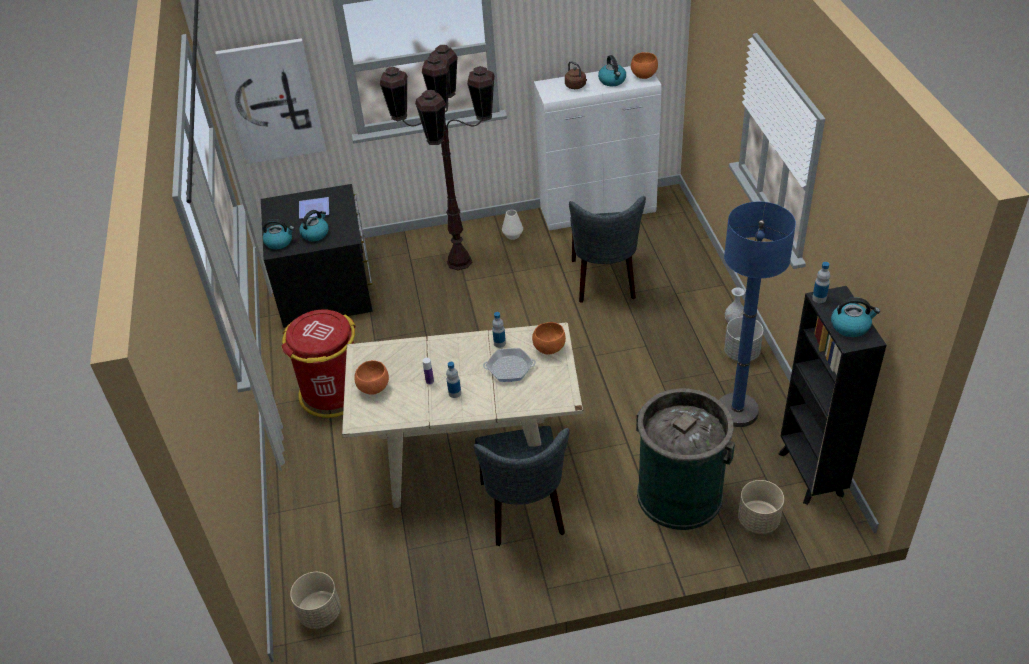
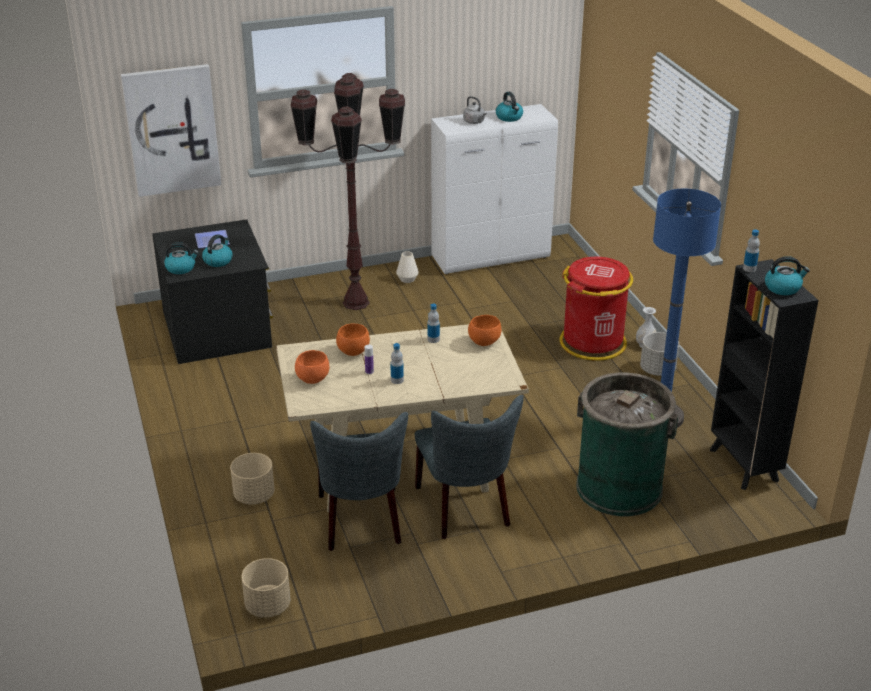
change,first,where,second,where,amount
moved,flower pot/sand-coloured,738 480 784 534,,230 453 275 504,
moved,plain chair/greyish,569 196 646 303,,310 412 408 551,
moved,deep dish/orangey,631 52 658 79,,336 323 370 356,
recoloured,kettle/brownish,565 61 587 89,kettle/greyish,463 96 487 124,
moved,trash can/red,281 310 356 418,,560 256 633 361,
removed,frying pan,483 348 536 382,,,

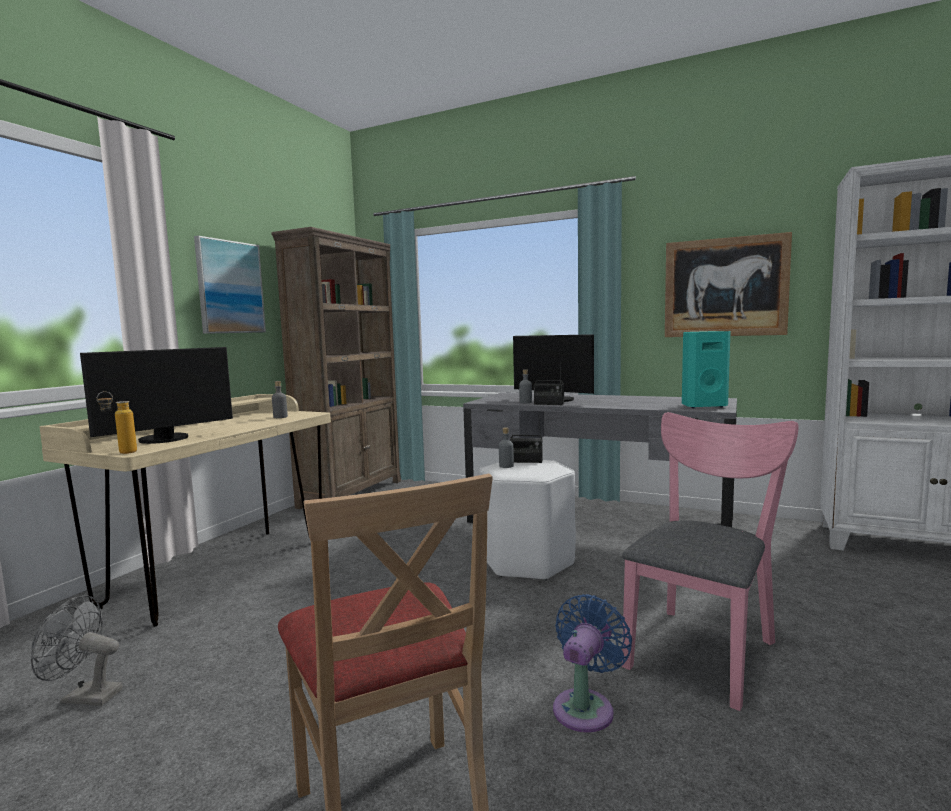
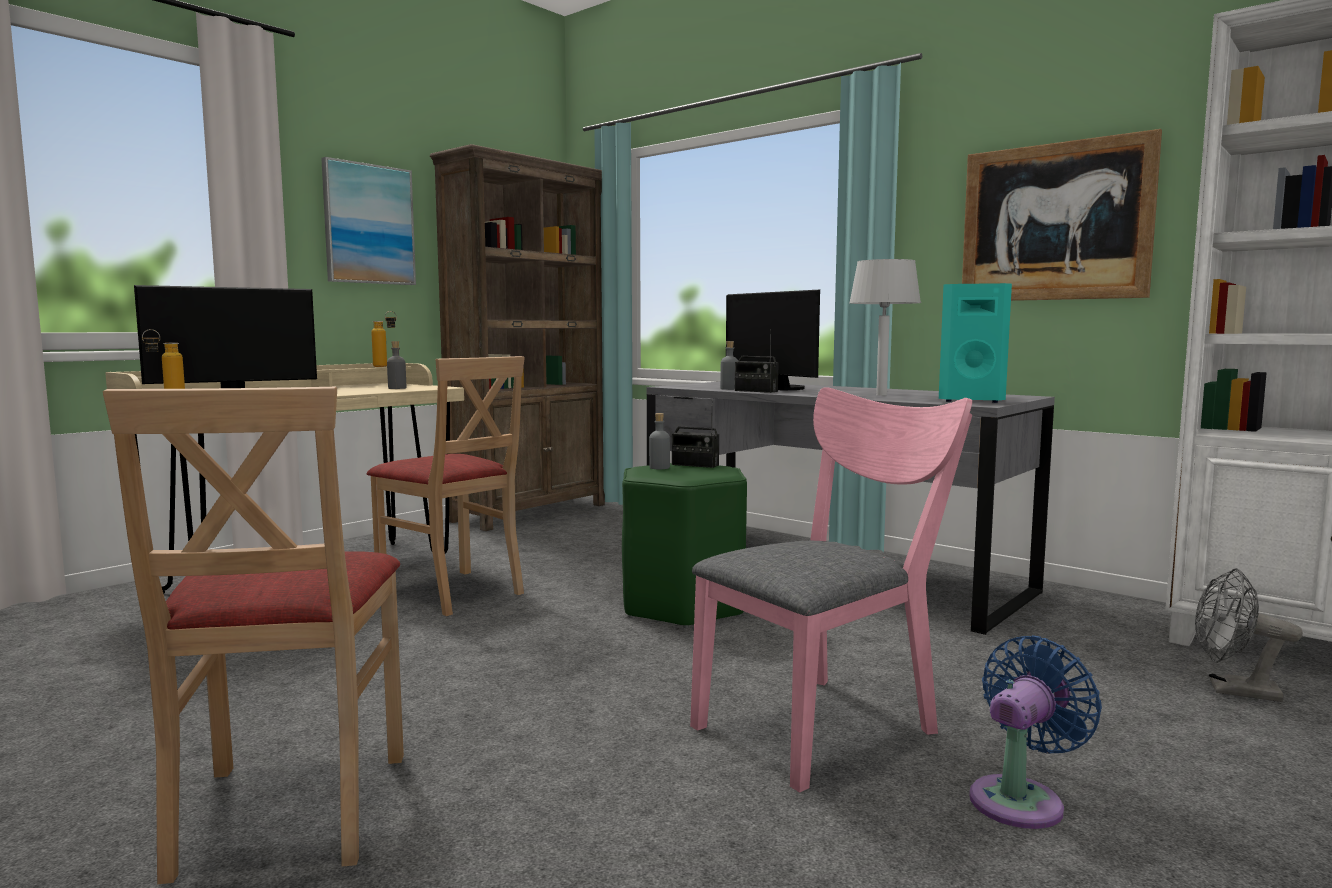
change,first,where,second,where,amount
added,,,plain chair/sand-coloured,367 356 525 616,
added,,,bottle,371 311 397 367,
recoloured,sitting stool/whitish,479 460 576 581,sitting stool/greenish,622 463 747 628,
added,,,lamp for a table/greyish,849 259 921 396,
moved,electric fan/blue,553 594 632 733,,969 635 1102 829,
moved,electric fan/greyish,31 595 123 706,,1195 568 1303 702,

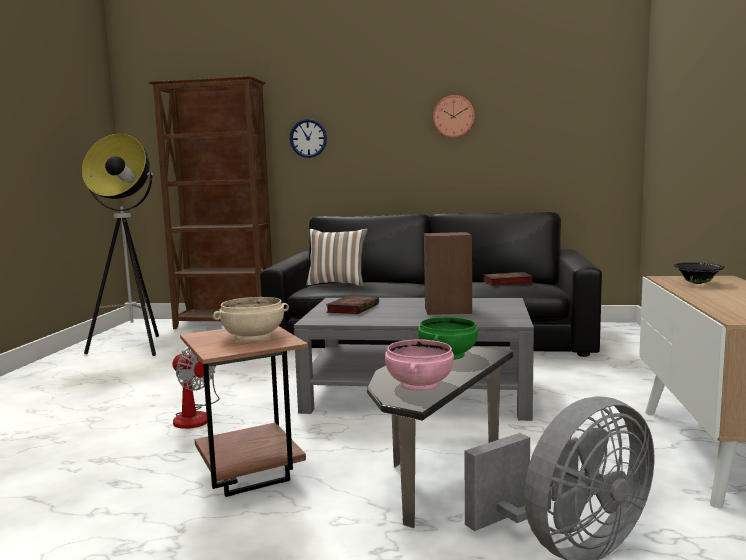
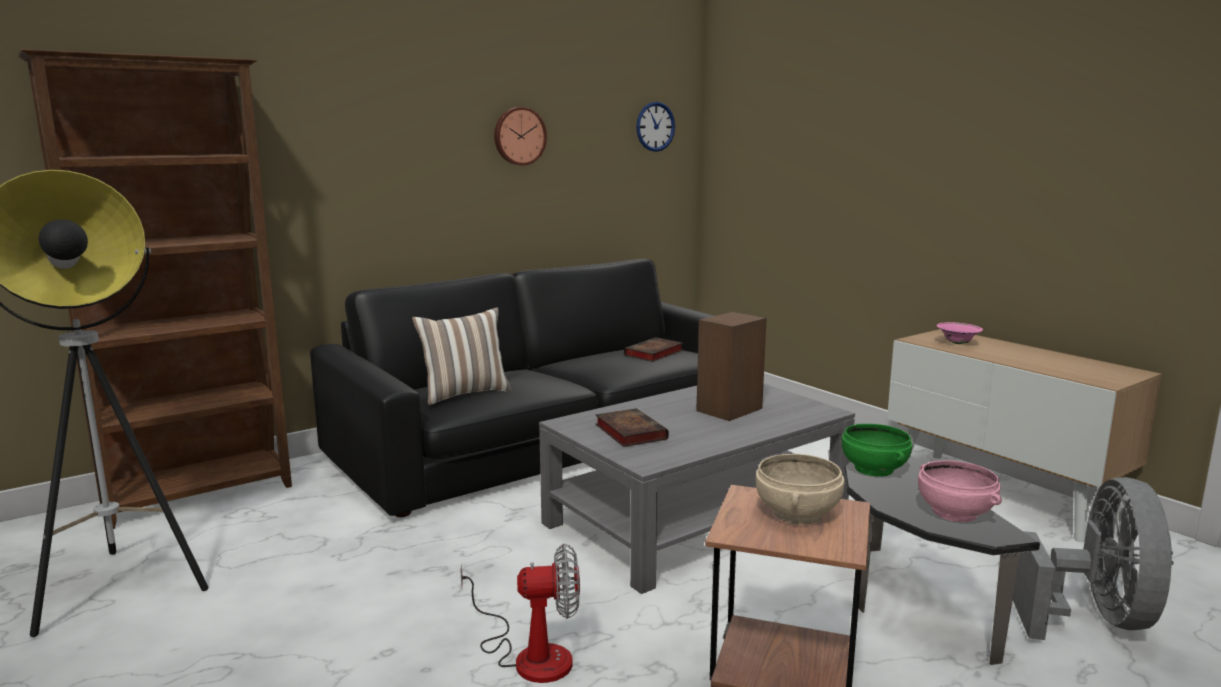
change,first,where,second,where,amount
moved,clock on the wall,290 119 327 158,,636 102 675 152,
recoloured,deep dish/black-coloured,674 262 725 284,deep dish/pink-coloured,937 322 983 344,

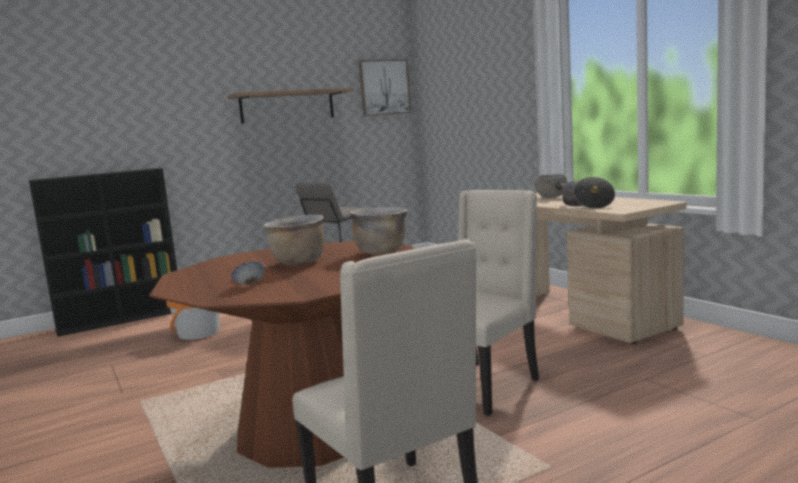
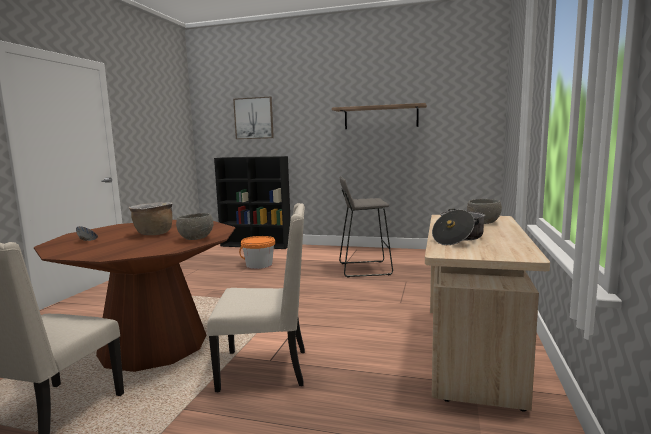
change,first,where,second,where,amount
replaced,stockpot/brownish,349 207 408 255,deep dish/greyish,176 213 214 240,
moved,picture,359 59 411 116,,233 97 274 139,

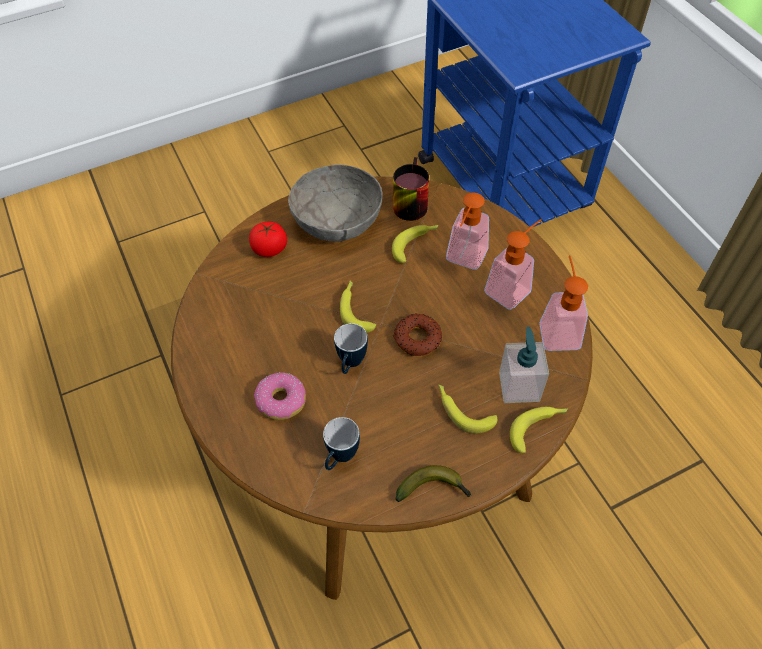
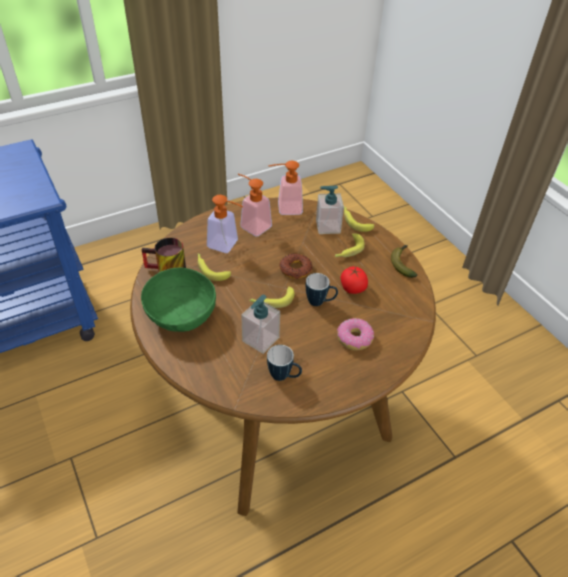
change,first,where,second,where,amount
recoloured,deep dish/greyish,288 165 383 241,deep dish/greenish,141 267 216 332,
added,,,soap bottle,241 295 280 354,
moved,tea mug,323 417 360 470,,267 345 302 381,
moved,whole tomato,249 222 287 257,,341 267 368 294,

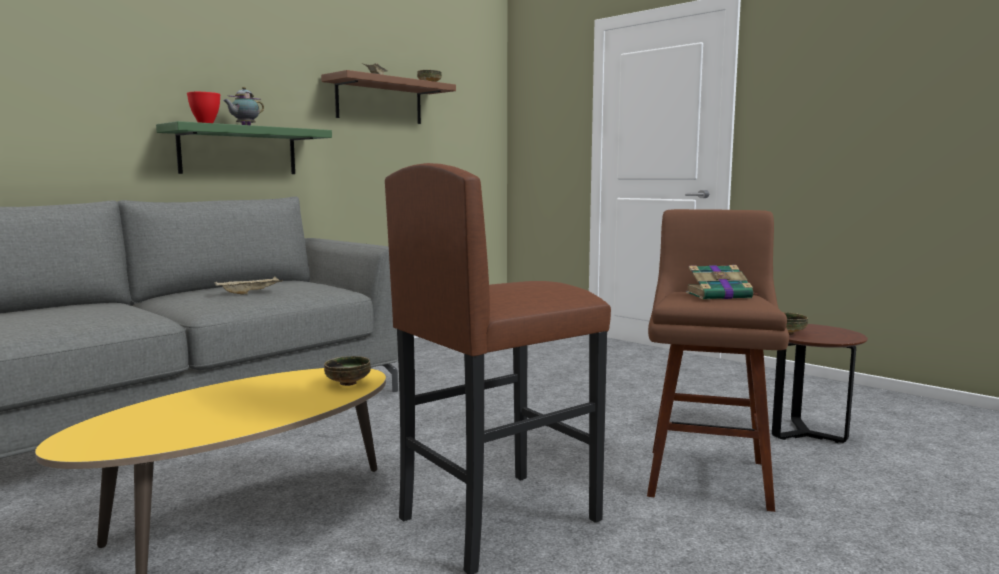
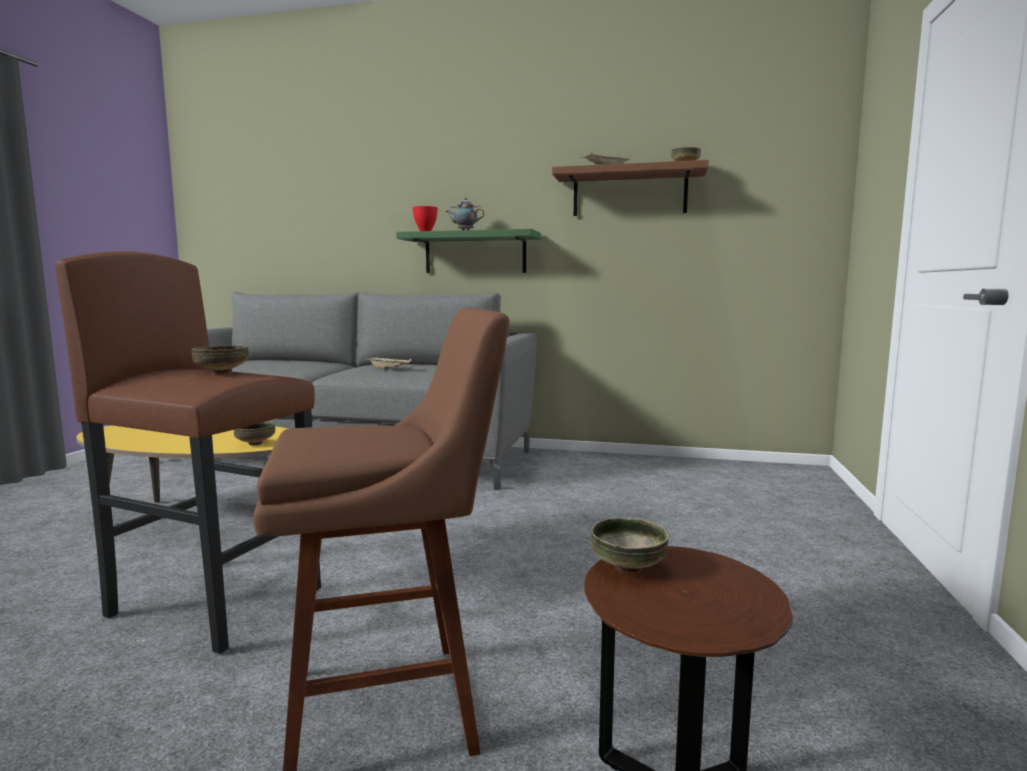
change,first,where,second,where,amount
added,,,deep dish,192 345 249 374,
removed,bound book,686 265 755 300,,,

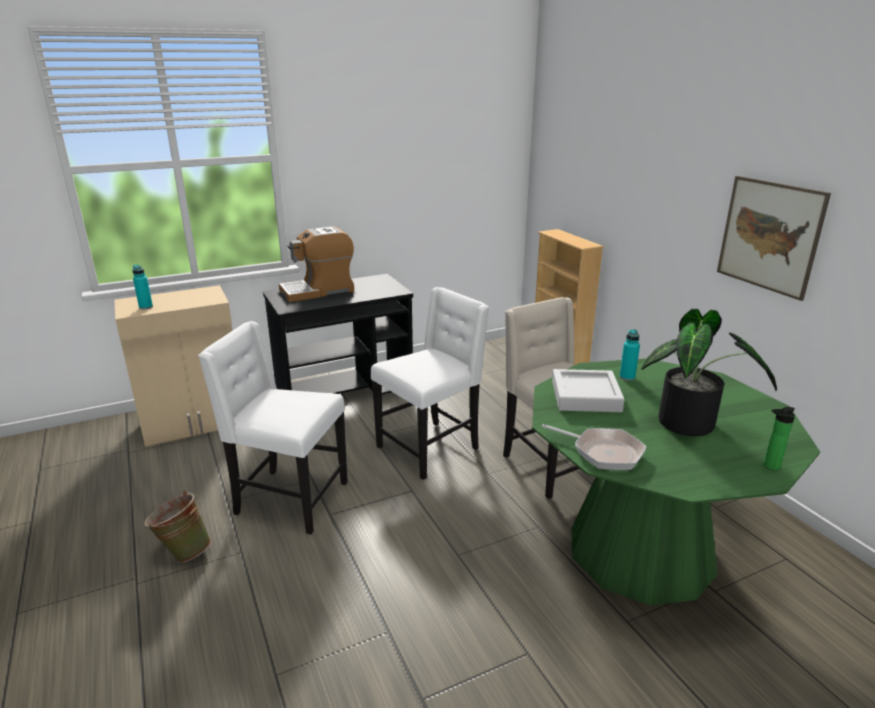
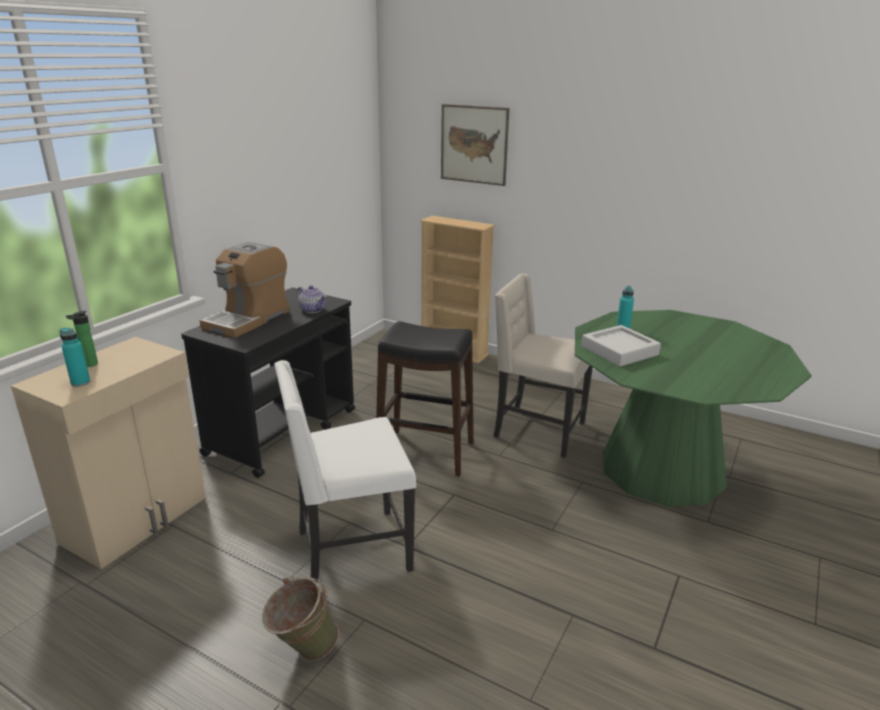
change,first,where,second,where,amount
moved,bottle,764 407 795 470,,66 311 98 367,
added,,,pot for tea,297 285 327 313,
replaced,plain chair/whitish,371 287 489 480,sitting stool/black-coloured,376 321 474 477,
moved,picture,717 176 831 301,,441 104 509 186,
removed,frying pan,542 424 646 470,,,
removed,plant in a pot,641 309 777 436,,,

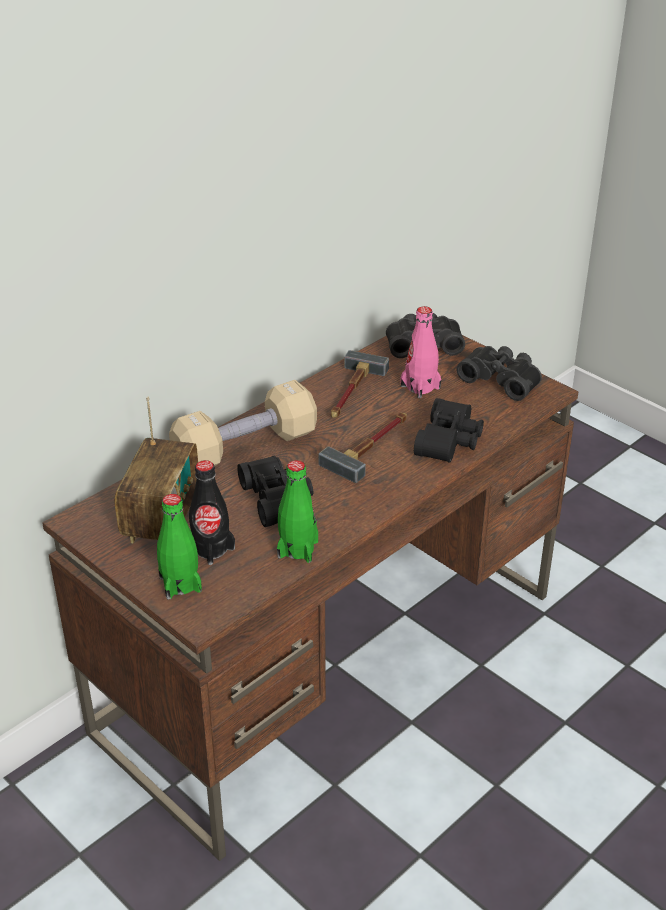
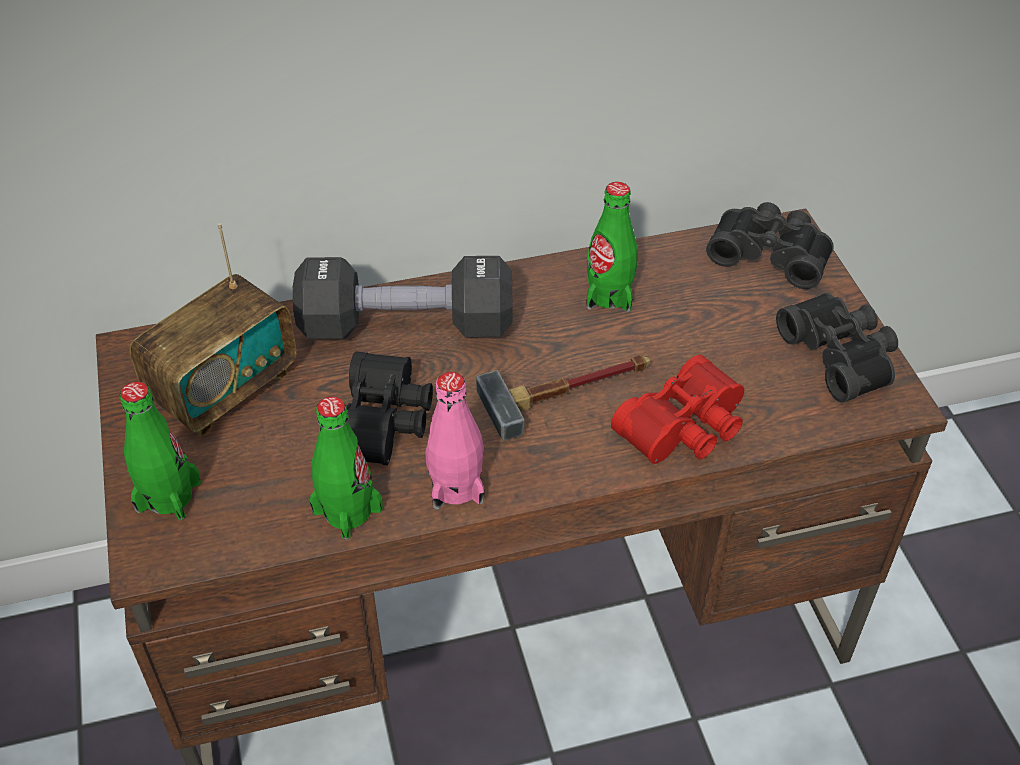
change,first,where,second,where,amount
recoloured,dumbbell/sand-coloured,169 380 317 466,dumbbell/black-coloured,293 256 512 339,
moved,bottle/pink-coloured,401 306 441 398,,425 372 484 510,
replaced,hammer,331 350 389 418,bottle/greenish,587 182 638 312,
recoloured,field glasses/black-coloured,414 398 484 463,field glasses/red,611 355 744 464,
removed,bottle/black-coloured,189 460 235 565,,,

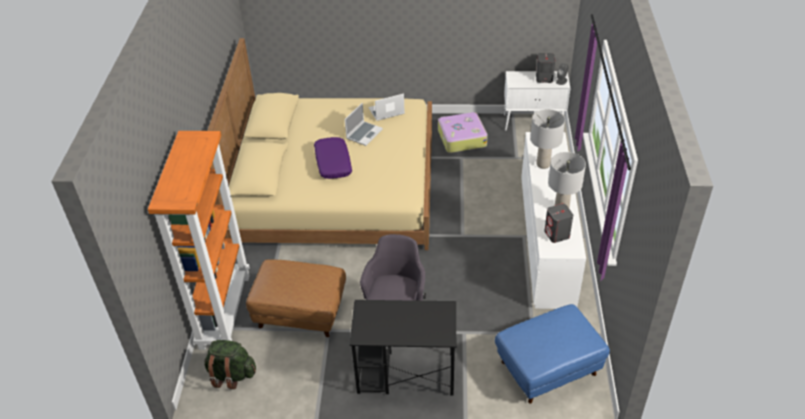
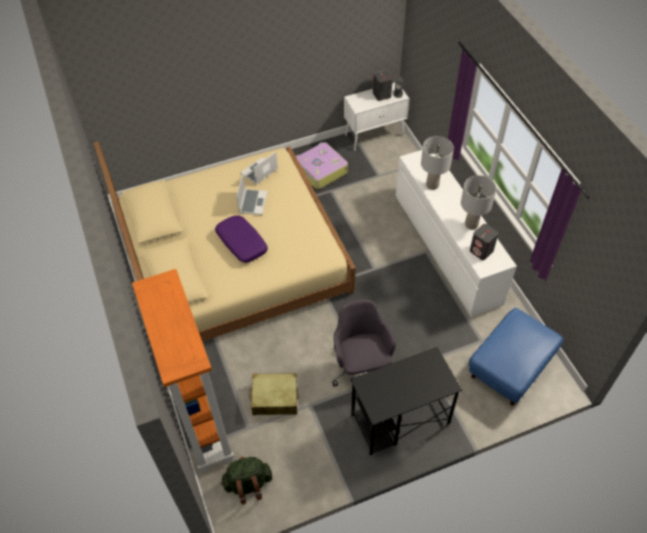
change,first,where,second,where,amount
replaced,ottoman/brownish,246 259 346 337,piece of luggage/sand-coloured,249 373 298 415,

